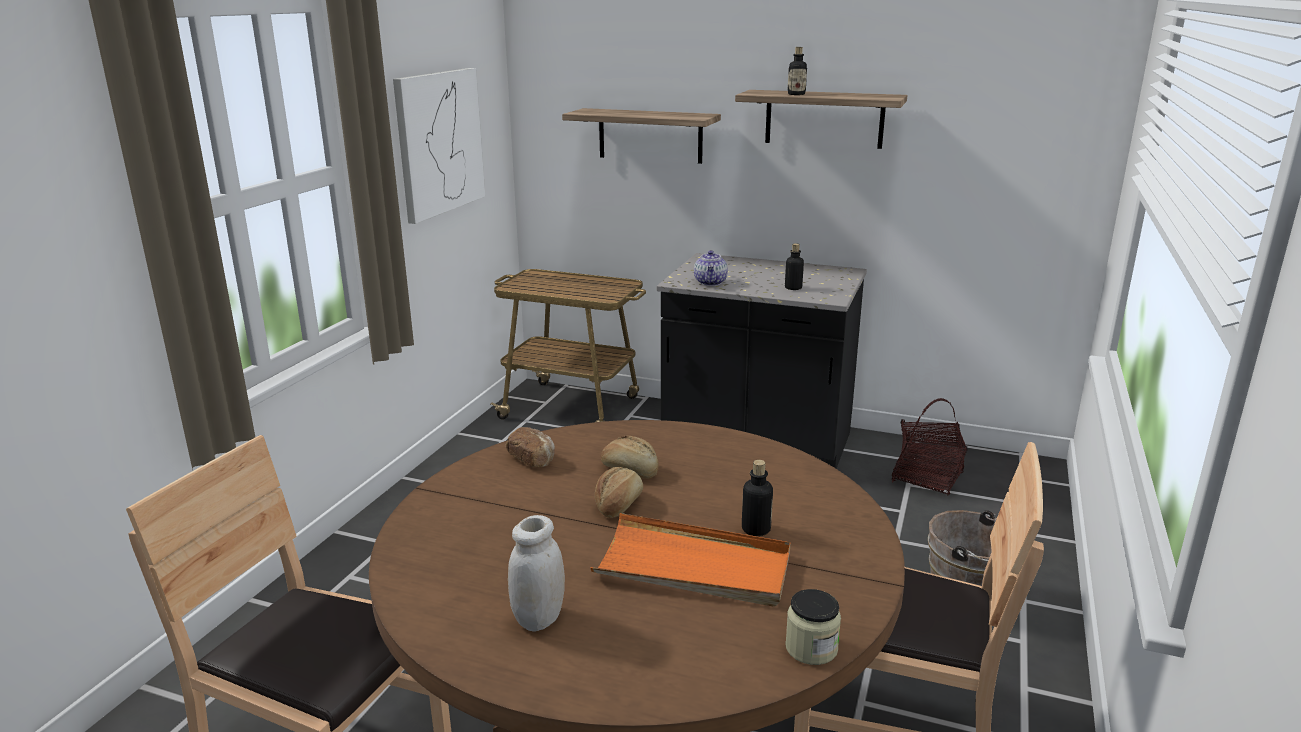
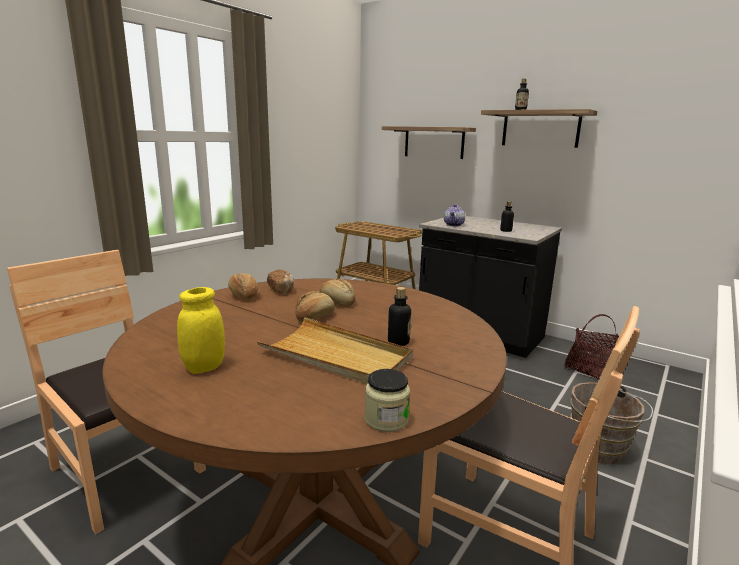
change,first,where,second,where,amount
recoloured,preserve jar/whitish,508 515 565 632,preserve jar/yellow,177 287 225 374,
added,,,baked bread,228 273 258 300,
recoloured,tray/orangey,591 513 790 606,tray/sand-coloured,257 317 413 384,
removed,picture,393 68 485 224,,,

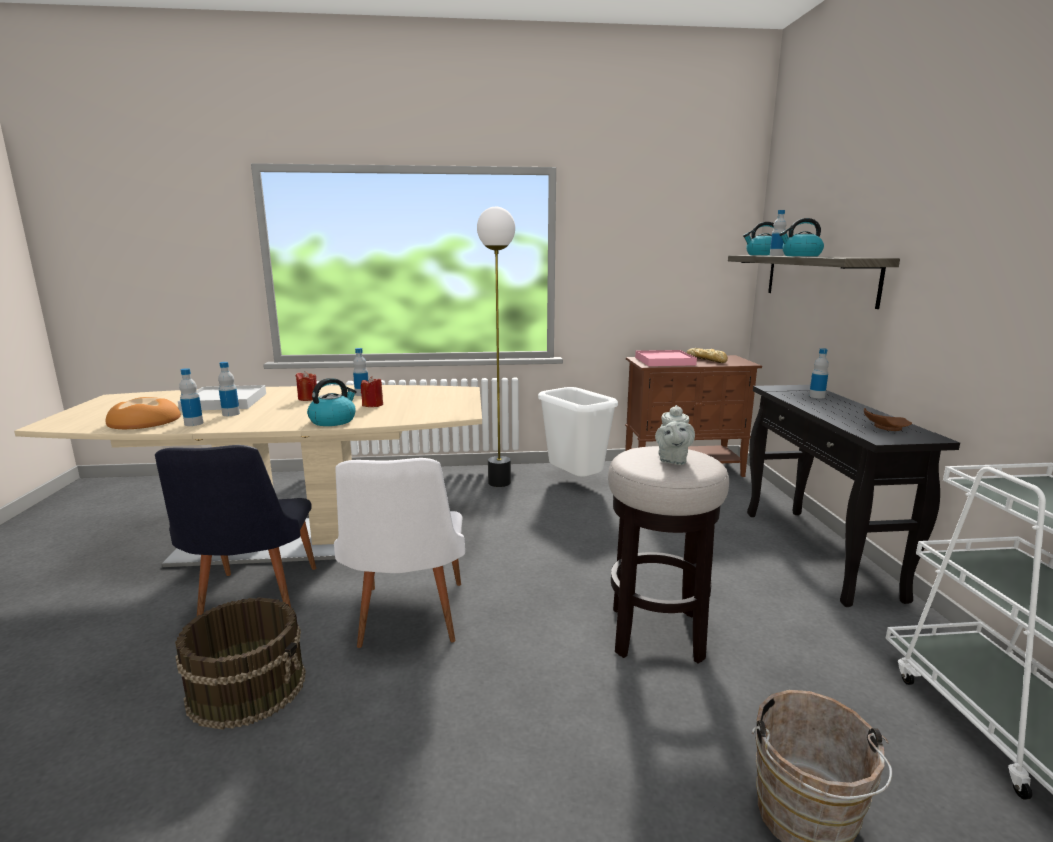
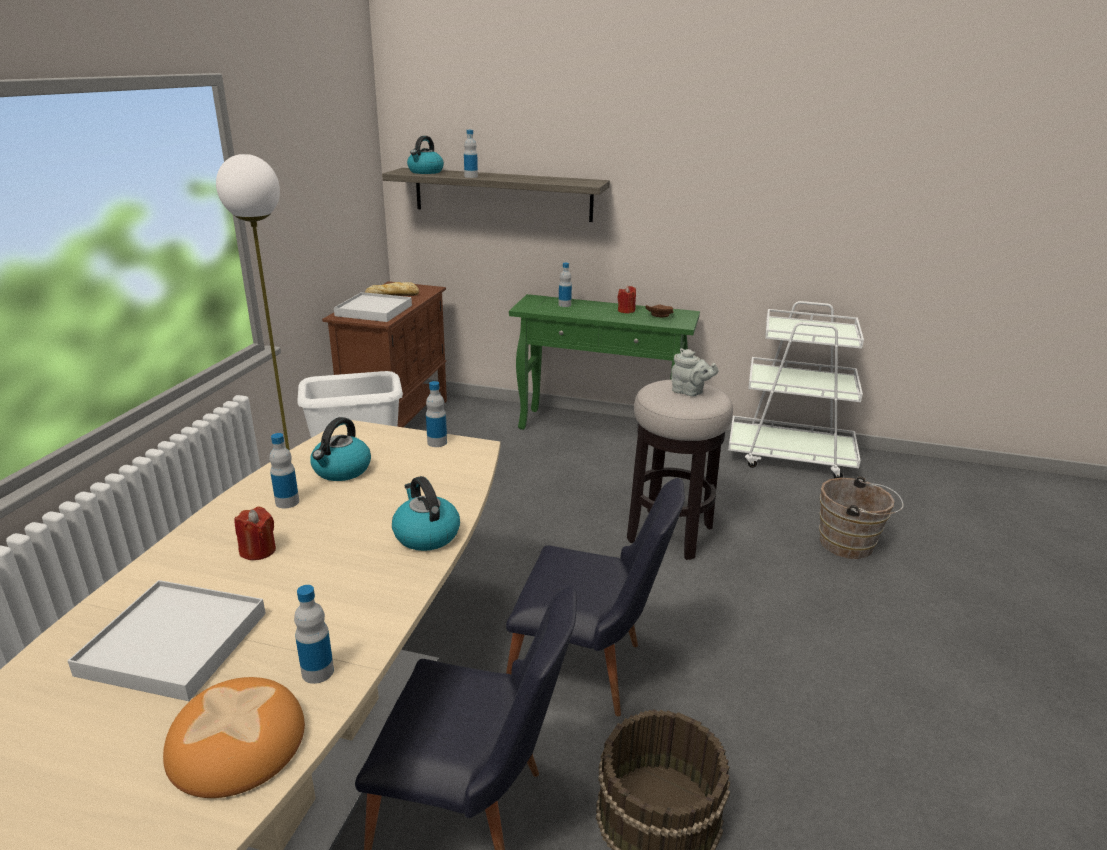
change,first,where,second,where,amount
moved,kettle,779 218 824 256,,310 417 371 481,
recoloured,tray/pink-coloured,635 350 697 366,tray/whitish,334 292 412 322,
moved,bottle,218 362 240 416,,426 381 447 447,
recoloured,plain chair/whitish,334 458 465 648,plain chair/black-coloured,506 478 685 716,
recoloured,hall table/black-coloured,747 385 960 607,hall table/greenish,509 294 700 430,
moved,wax candle/red,361 376 383 407,,617 286 636 314,

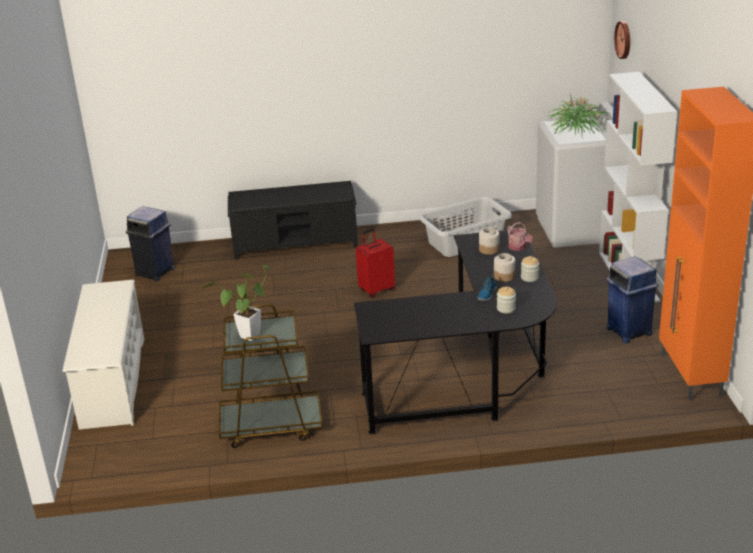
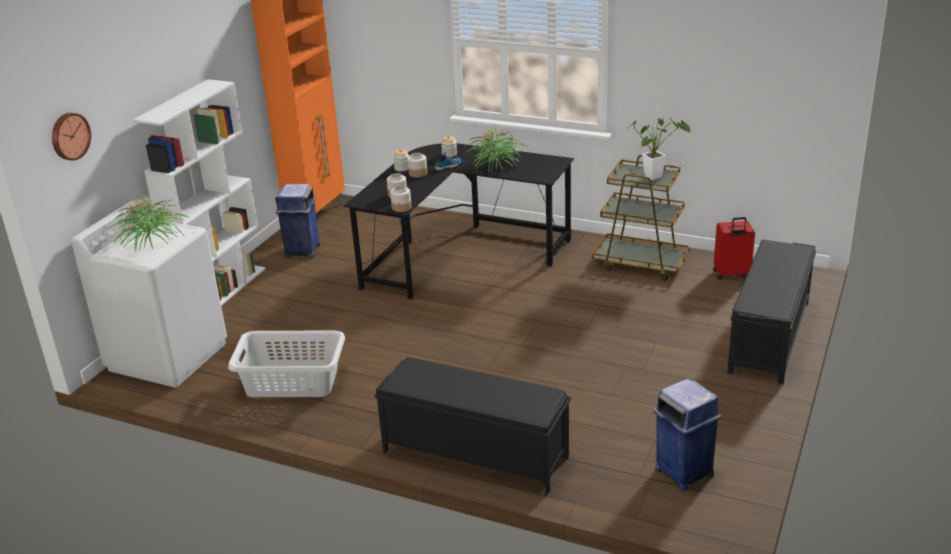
change,first,where,second,where,amount
added,,,preserve jar,390 185 412 212,
added,,,plant in a pot,465 128 527 172,
moved,piece of luggage/red,356 229 395 298,,713 217 755 280,
replaced,shoe shelf/whitish,63 280 144 430,indoor bench/black-coloured,727 240 816 384,
removed,sprinkling can,507 222 533 251,,,

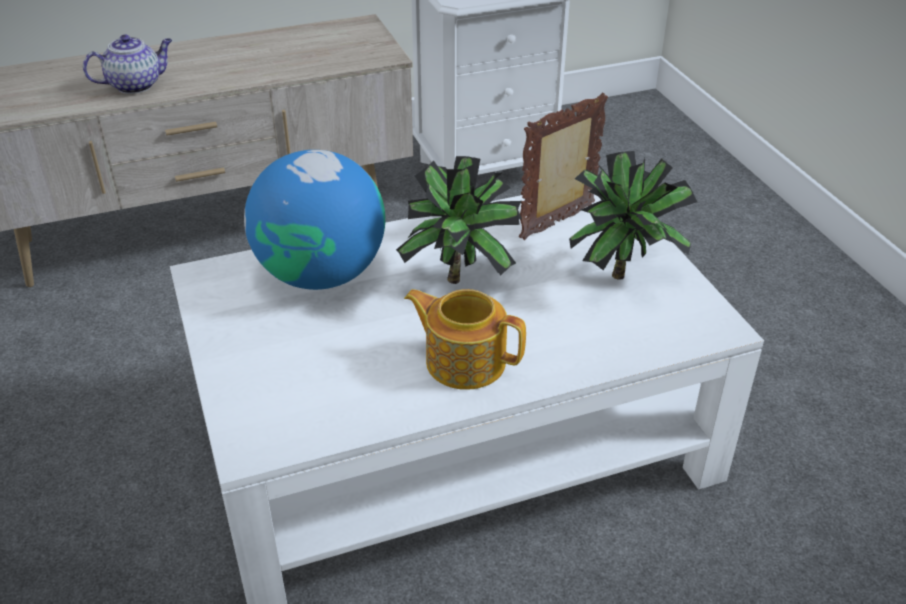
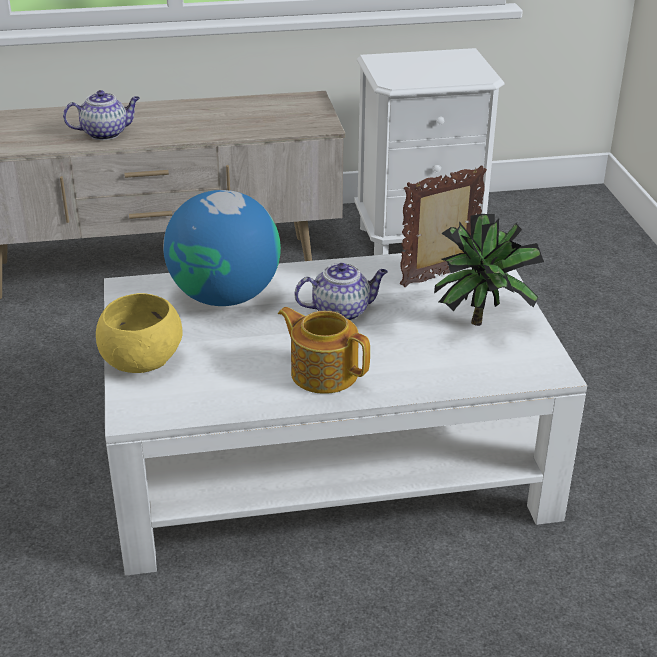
change,first,where,second,where,amount
added,,,deep dish/yellow,96 293 183 373,
replaced,plant in a pot,396 156 522 284,pot for tea,294 263 388 321,

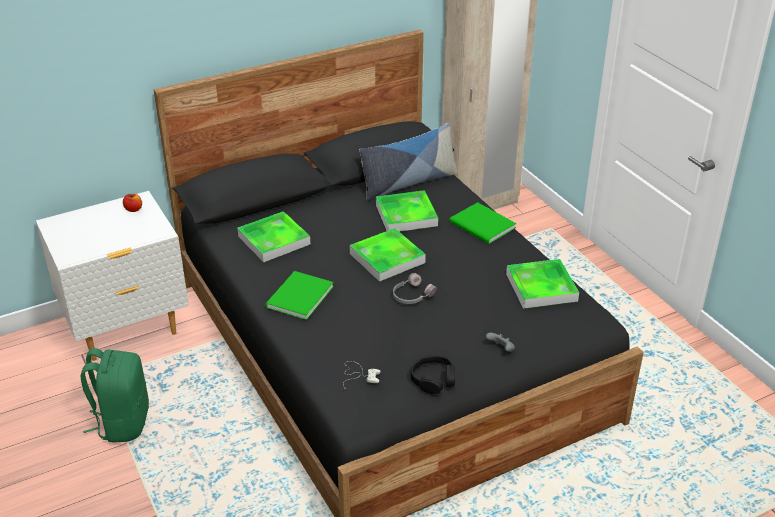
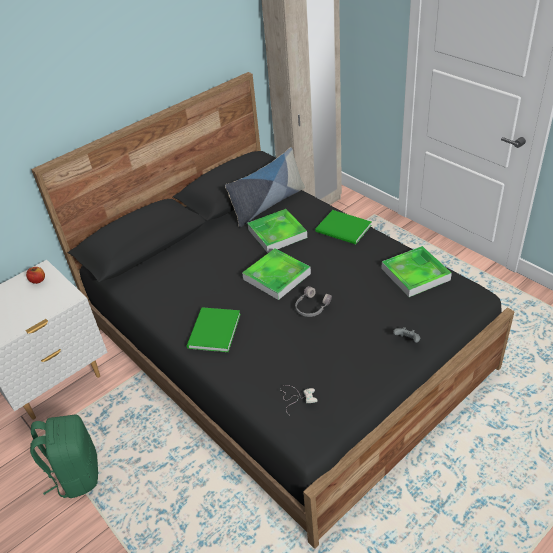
change,first,where,second,where,amount
removed,tray,237 211 311 262,,,
removed,pair of headphones/black-coloured,411 355 455 394,,,

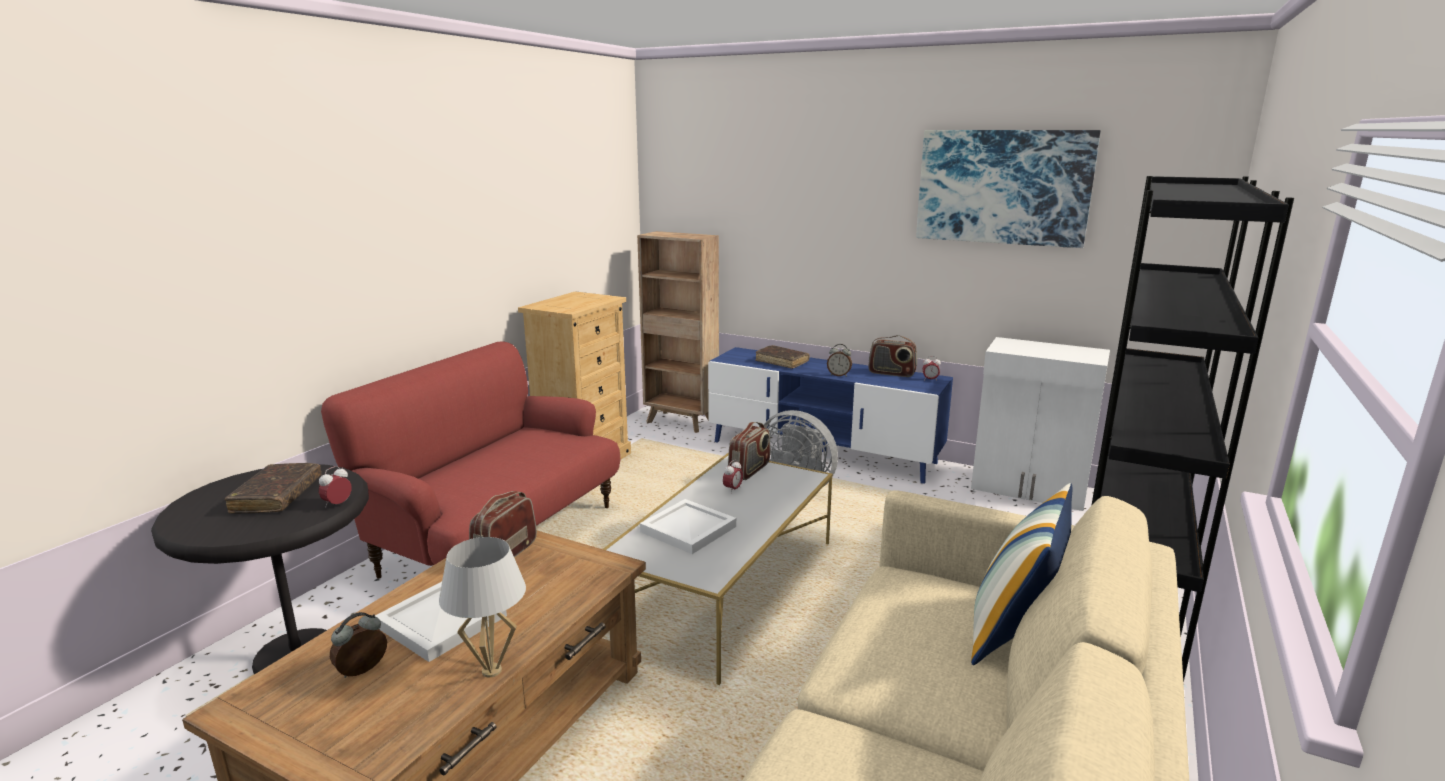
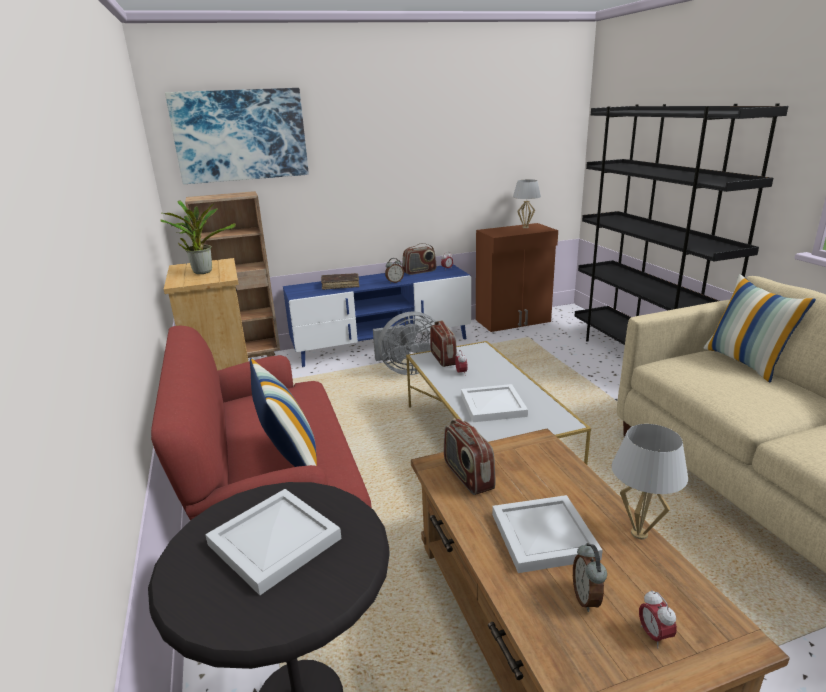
change,first,where,second,where,amount
added,,,plant in a pot,160 200 236 274,
moved,picture,916 130 1101 248,,165 88 309 184,
replaced,bound book/brownish,224 463 321 514,tray/whitish,205 489 342 595,
added,,,throw pillow,250 358 317 467,
recoloured,storage cabinet/whitish,971 337 1110 511,storage cabinet/brownish,476 223 558 332,
added,,,lamp for a table/whitish,513 179 541 228,
moved,table clock,319 466 352 508,,639 590 677 648,

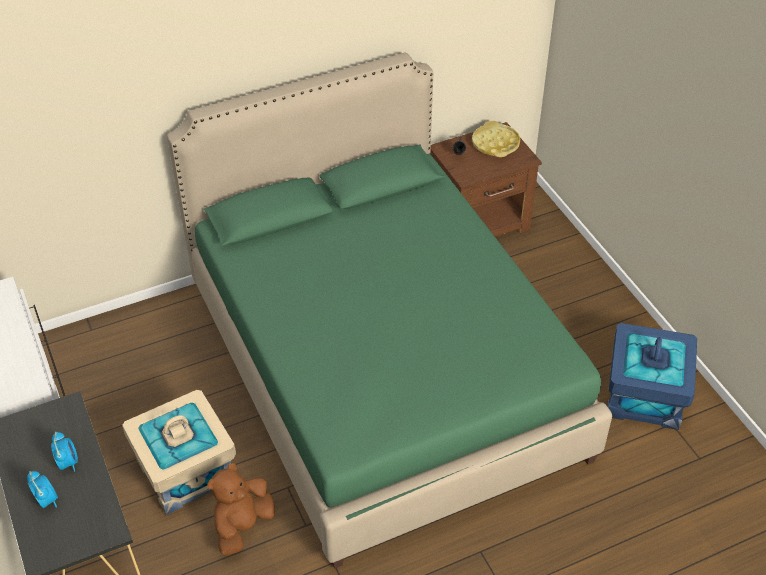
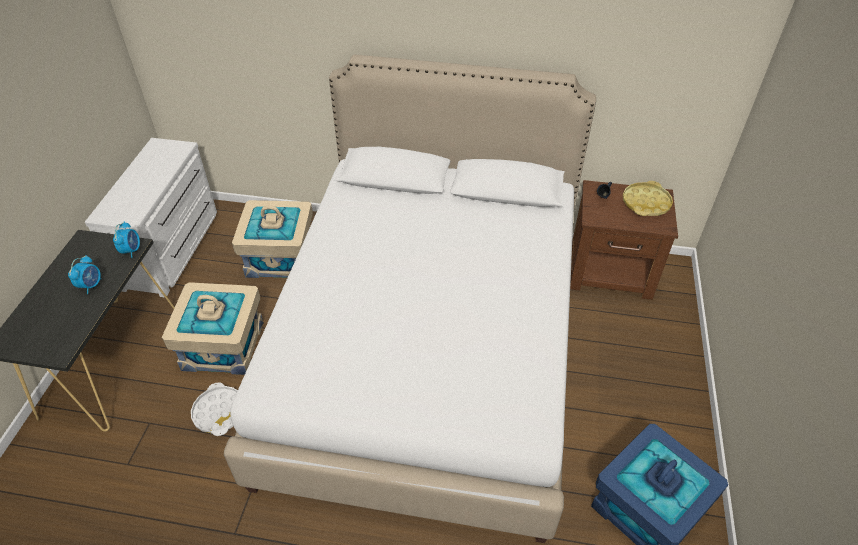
change,first,where,second,where,amount
moved,table clock,27 471 58 508,,113 221 140 258,
replaced,cuddly toy/brownish,207 463 275 556,tray/whitish,191 382 238 436,
recoloured,bed/greenish,167 52 612 569,bed/whitish,224 54 596 543,
added,,,storage bin/sand-coloured,232 200 313 278,

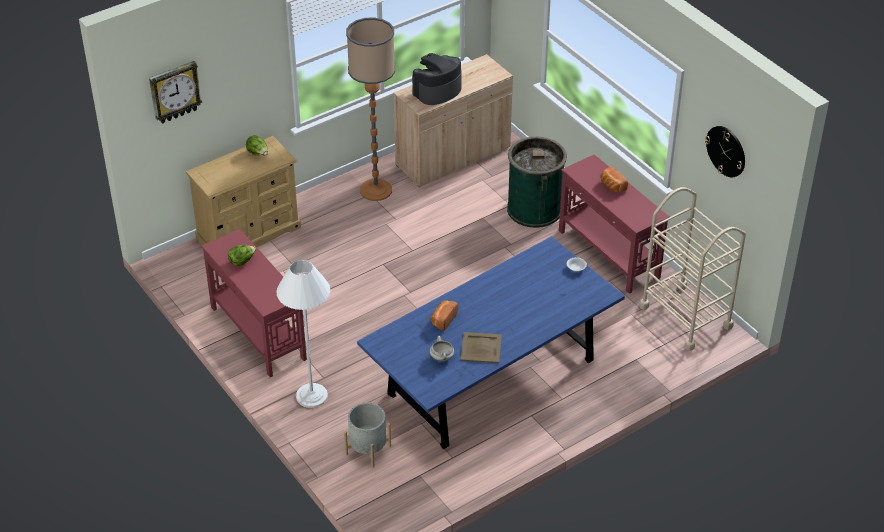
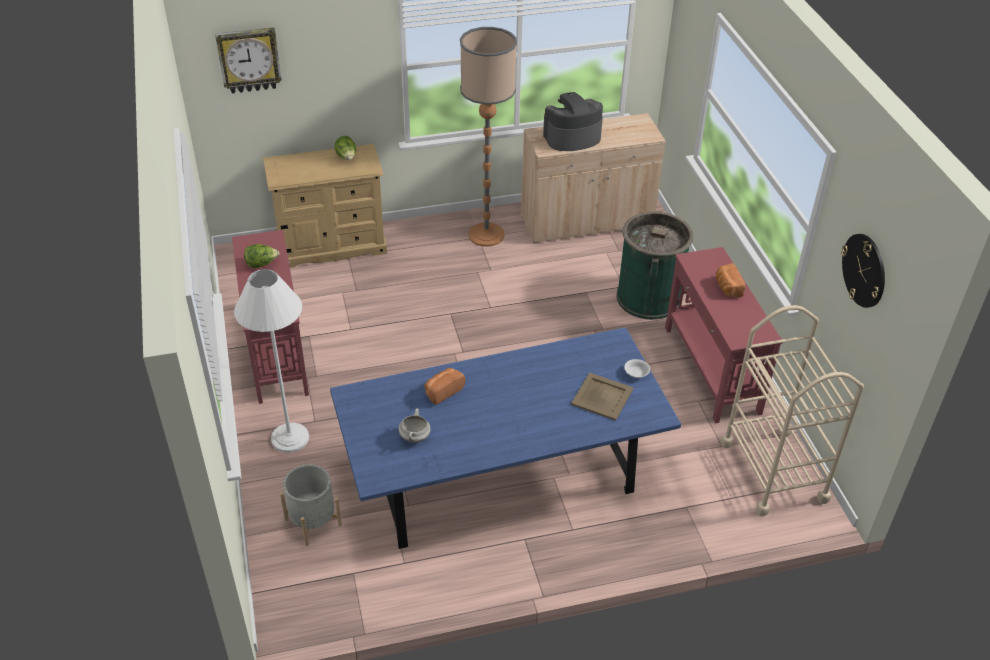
change,first,where,second,where,amount
moved,tray/sand-coloured,461 332 502 363,,571 372 633 421,

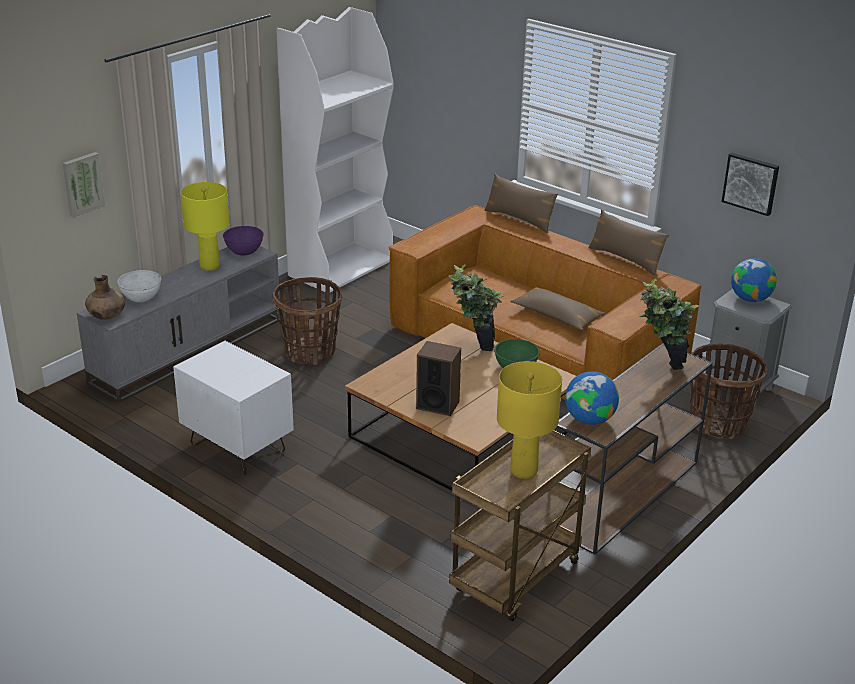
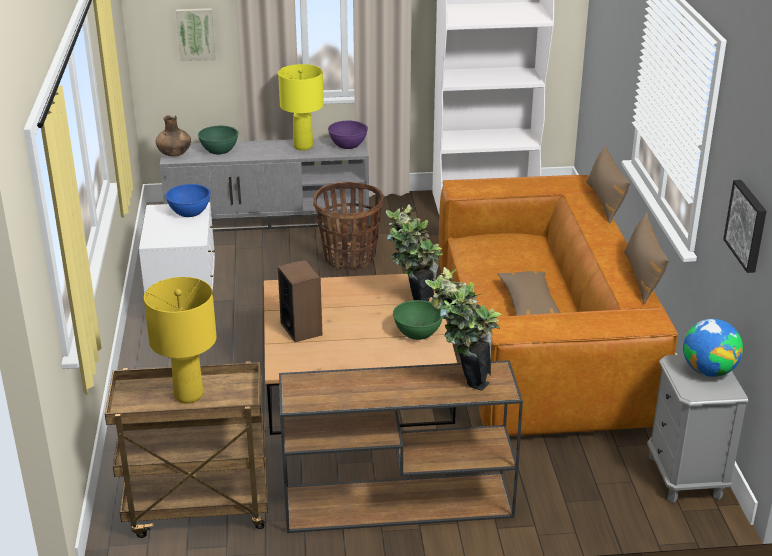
change,first,where,second,where,amount
added,,,deep dish/blue,165 184 211 217,
recoloured,deep dish/whitish,117 270 161 302,deep dish/greenish,198 126 238 154,
removed,desk globe,565 371 619 425,,,
removed,storage basket,690 343 767 439,,,

